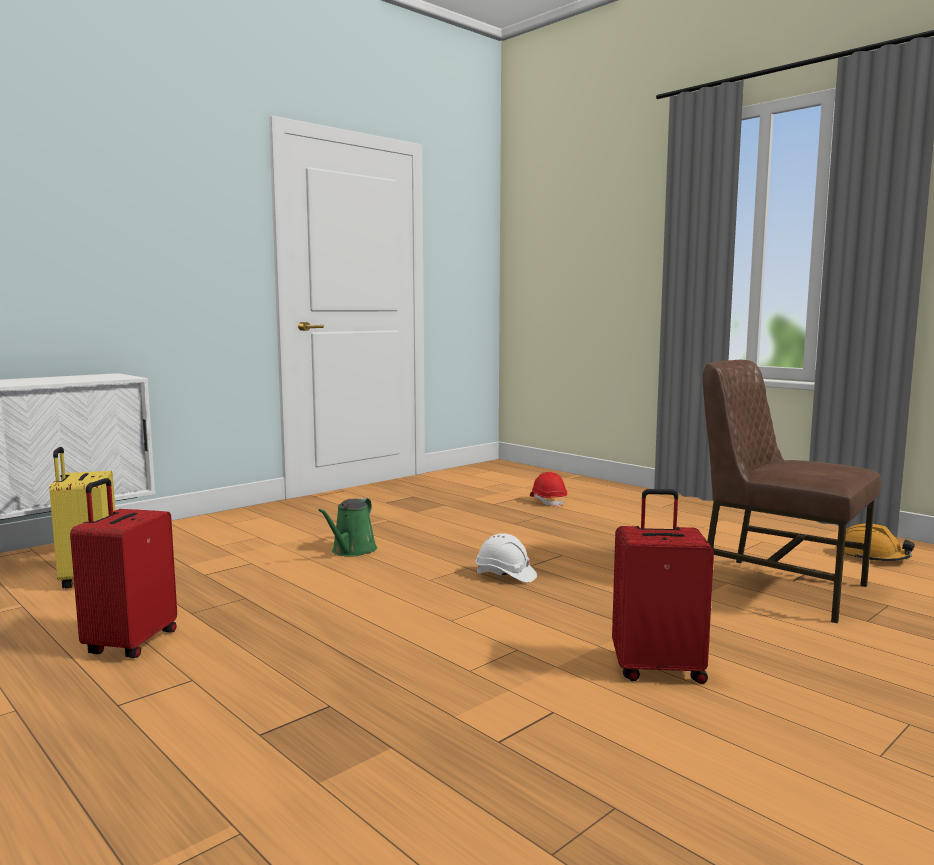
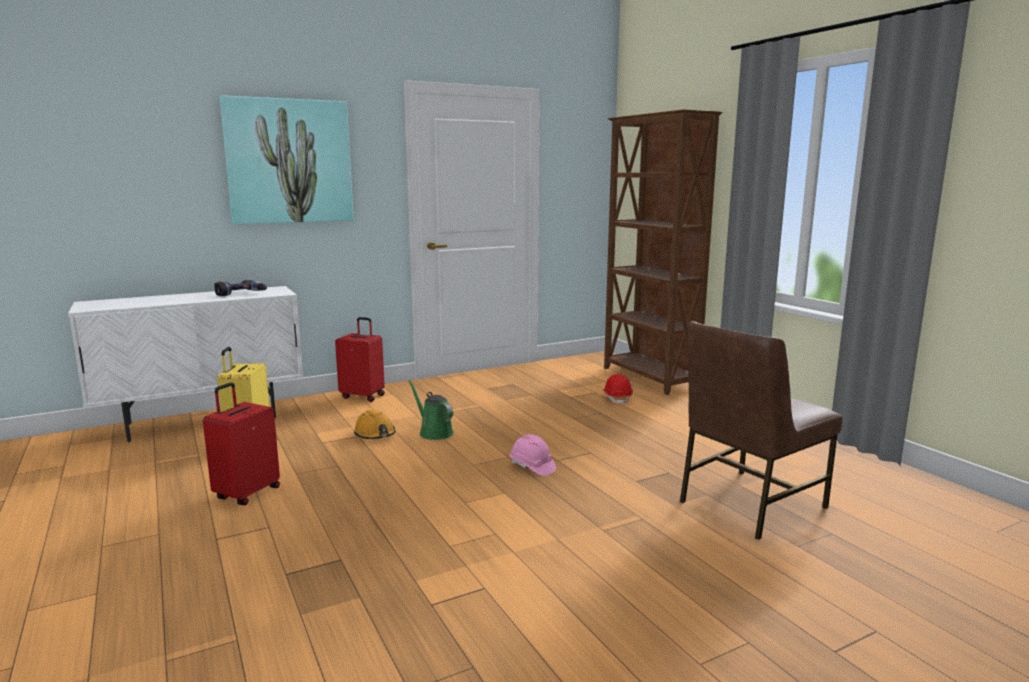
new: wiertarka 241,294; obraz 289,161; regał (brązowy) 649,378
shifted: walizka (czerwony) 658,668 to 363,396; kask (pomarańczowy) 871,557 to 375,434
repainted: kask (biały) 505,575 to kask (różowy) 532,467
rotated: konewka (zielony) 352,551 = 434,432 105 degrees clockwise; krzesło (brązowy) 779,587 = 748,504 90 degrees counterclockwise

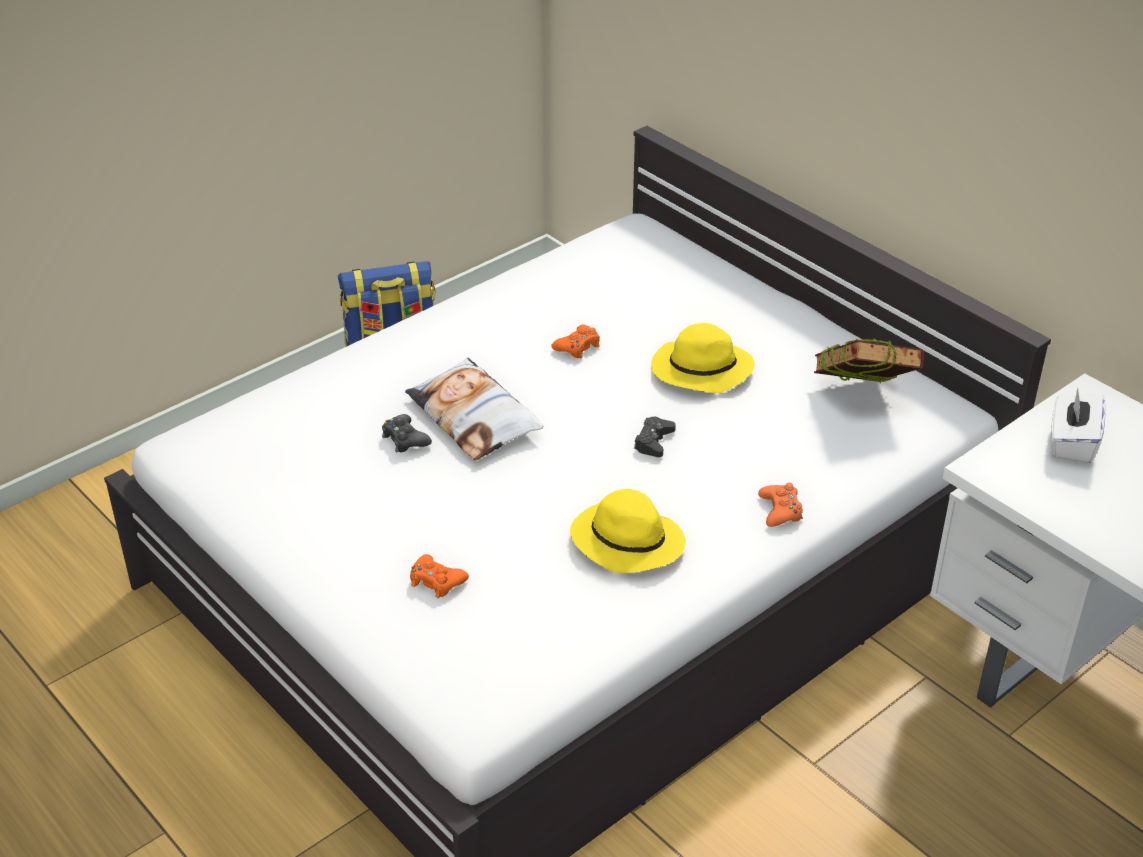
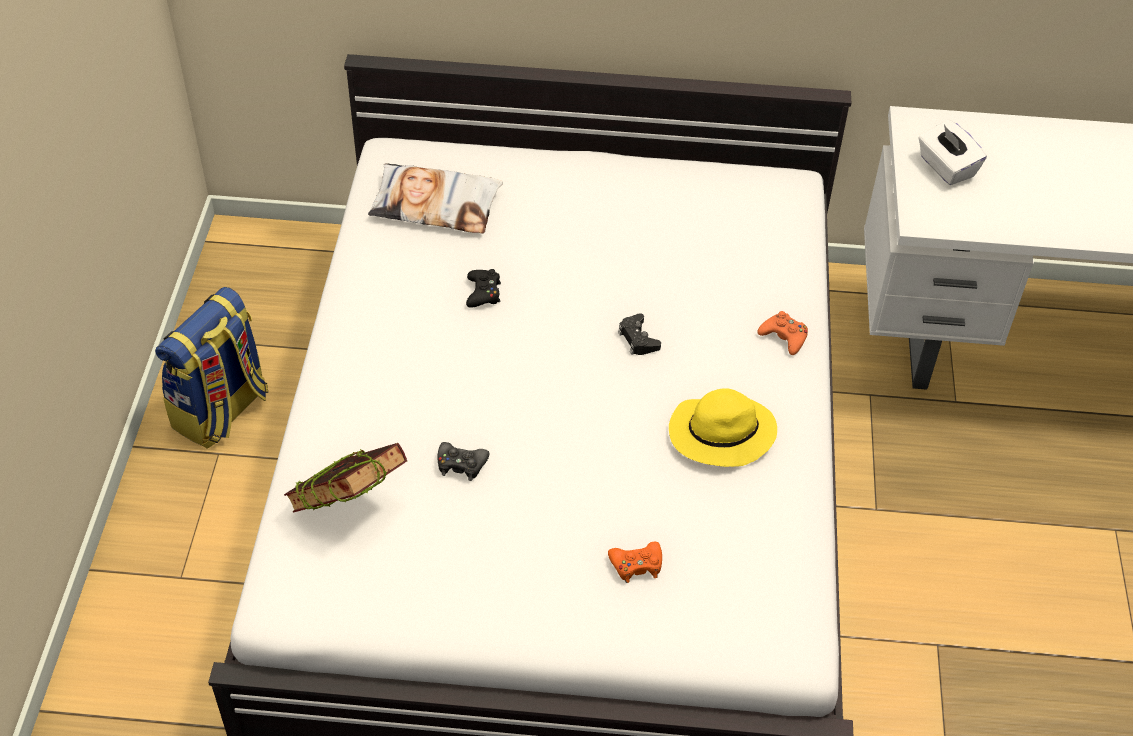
gone: kapelusz (żółty) 700,371
shifted: poduszka 474,417 to 436,205; książka 861,399 to 350,508
repainted: pad do gier (pomarańczowy) 578,347 to pad do gier (czarny) 483,293

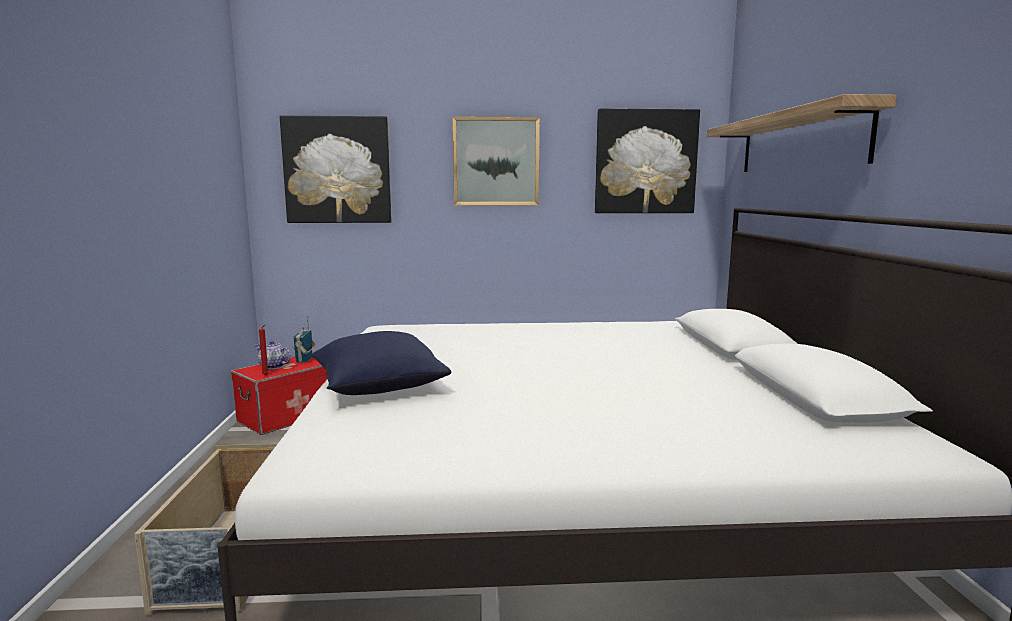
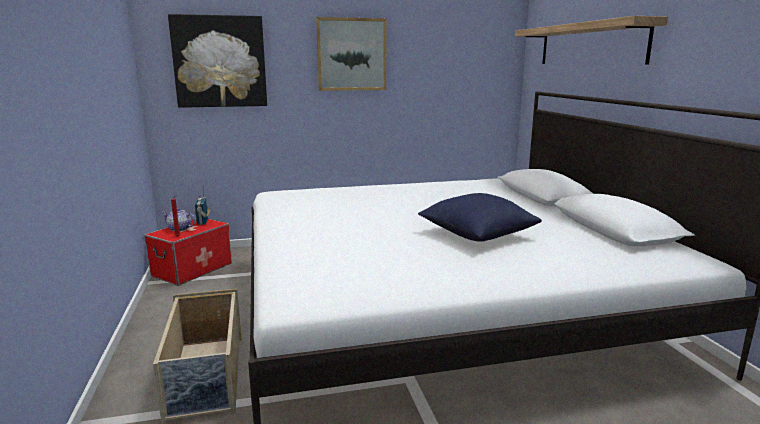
gone: obraz 645,162
shifted: poduszka (niebieski) 379,387 to 477,235

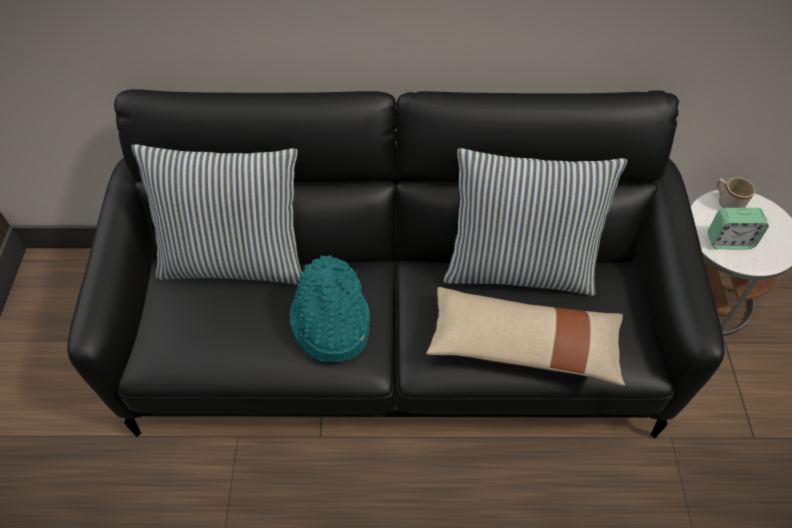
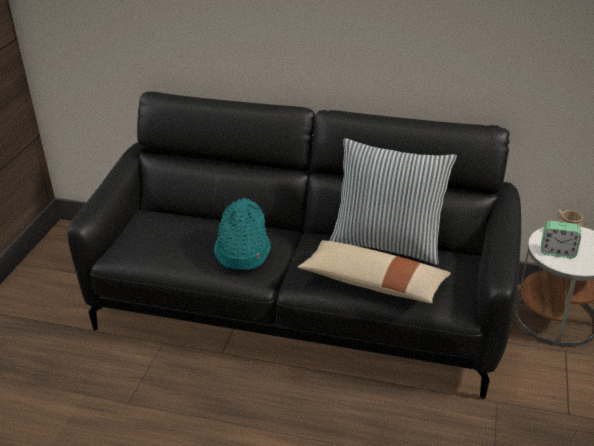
gone: poduszka 236,261

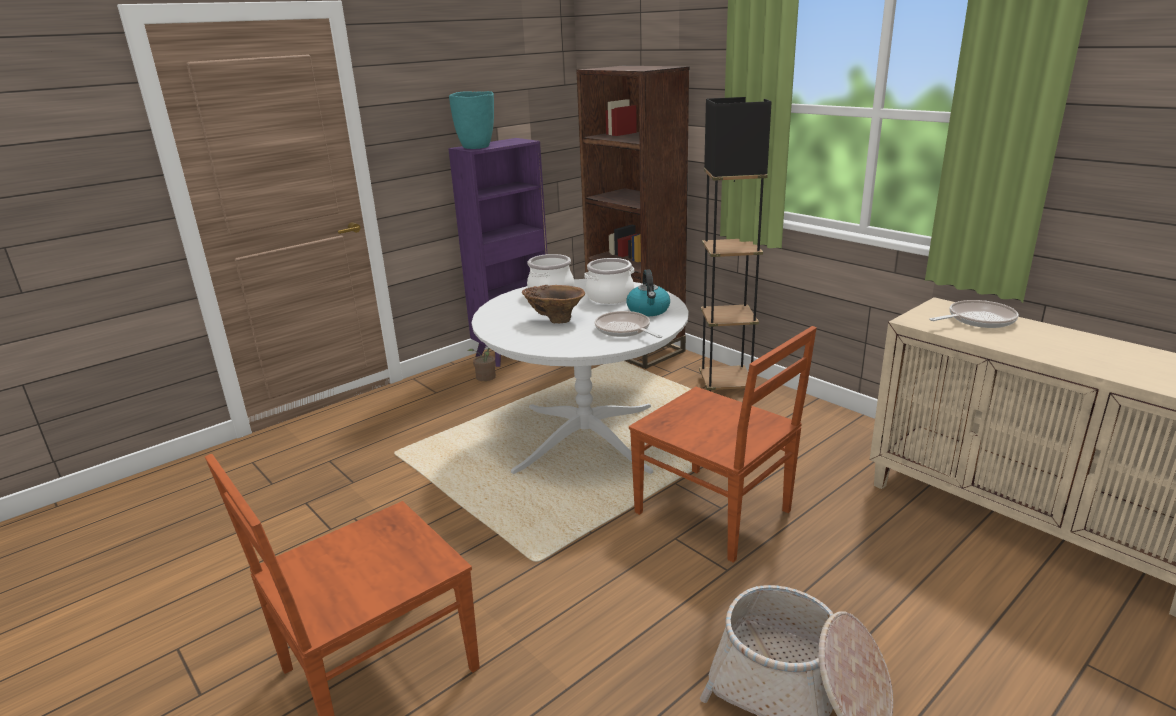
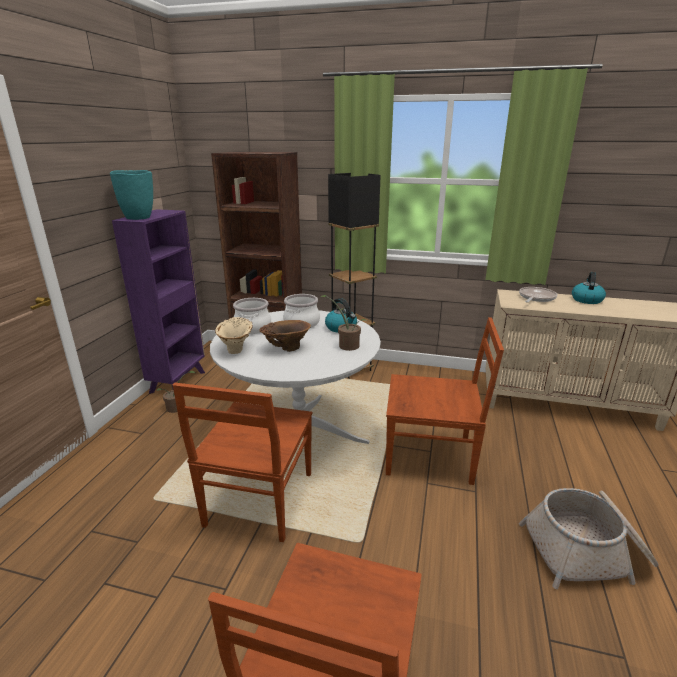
new: krzesło (brązowy) 258,501; wazon (beżowy) 237,348; czajnik 586,299
swapped: patelnia 624,330 to roślina doniczkowa 346,345

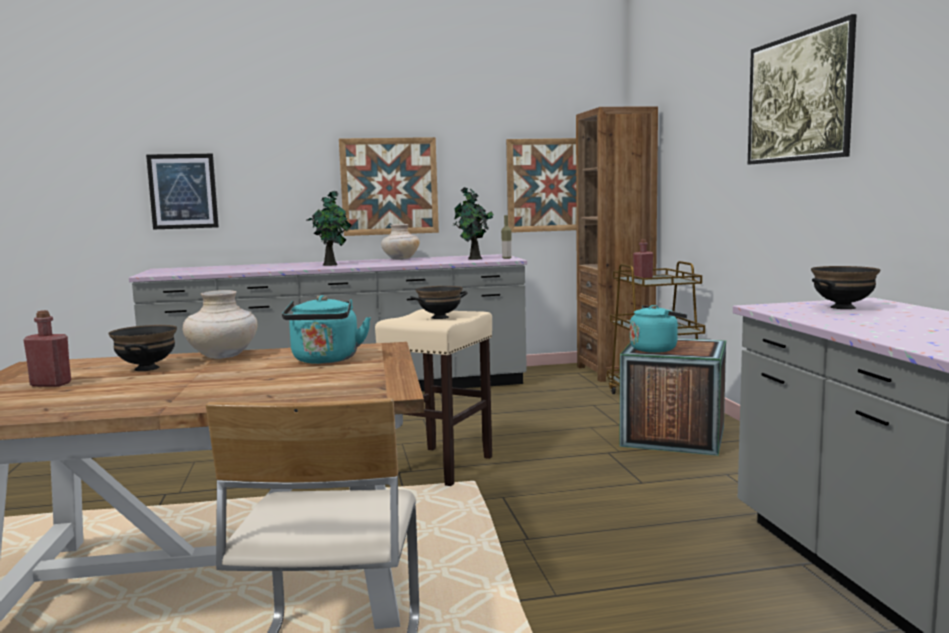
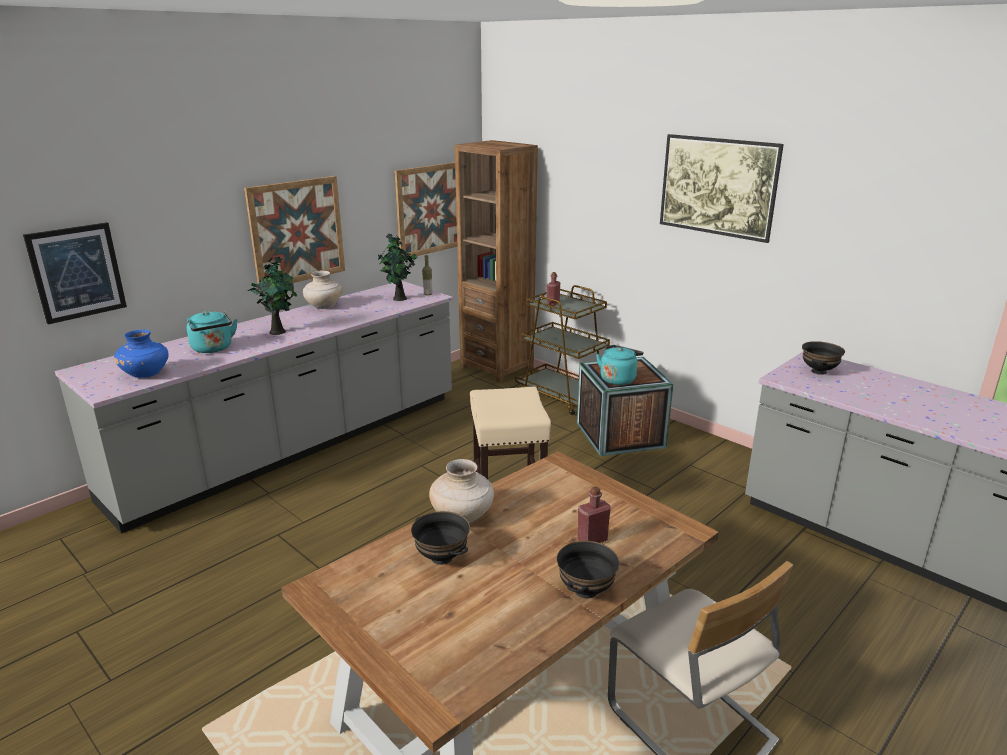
new: wazon (niebieski) 146,374
shifted: butelka (czerwony) 51,384 to 592,540; czajnik (turkusowy) 325,360 to 213,349; miska (czarny) 440,317 to 585,590

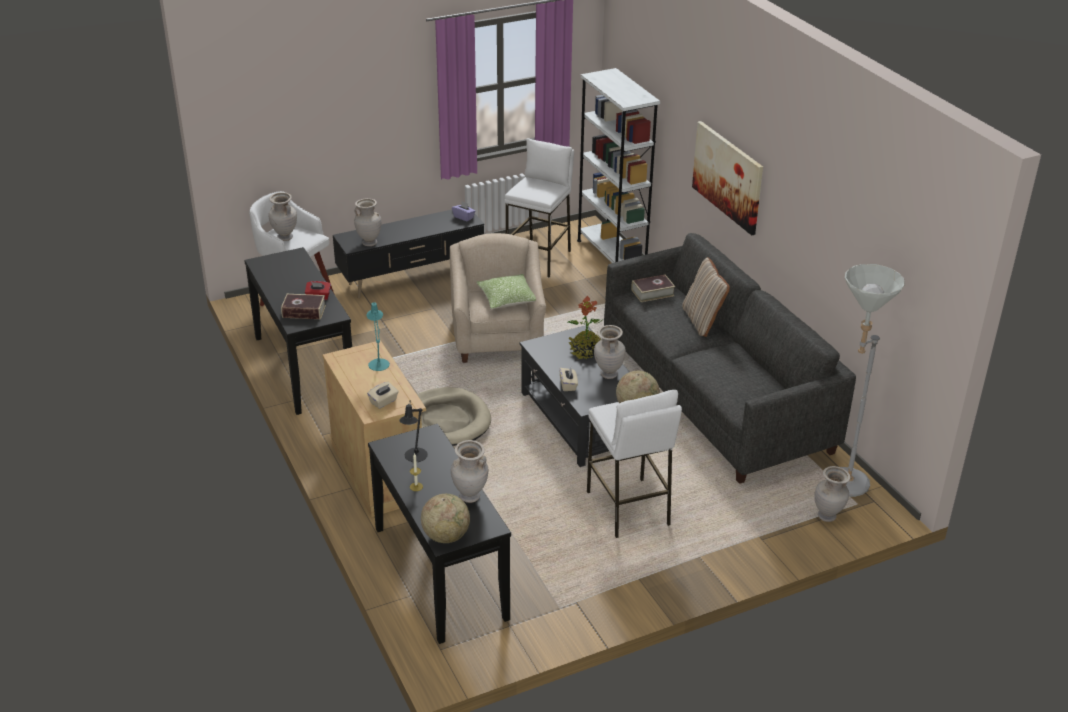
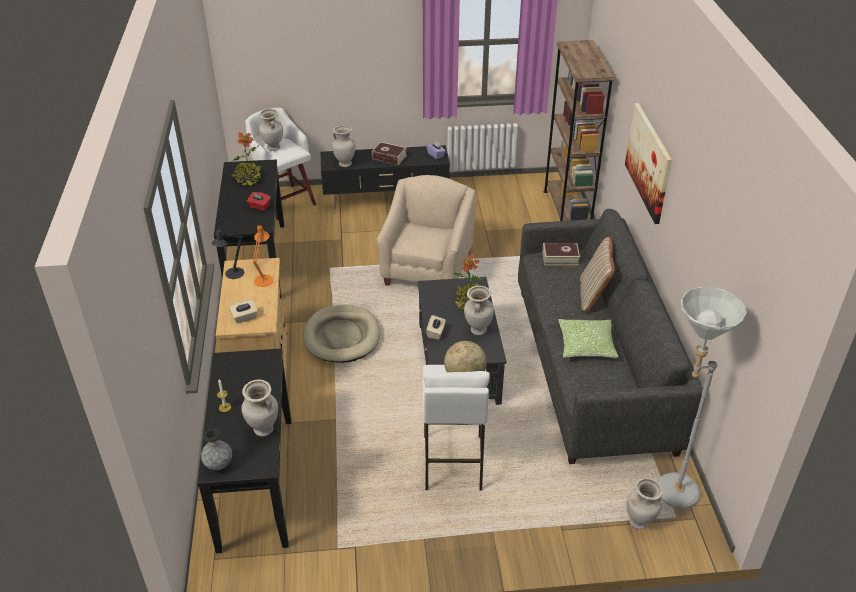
gone: stołek (biały) 539,259
new: roślina doniczkowa 248,179
shifted: książka 304,311 to 389,157; lampa stołowa (czarny) 414,457 to 232,274; poduszka 507,299 to 586,345
swapped: globus 446,536 to wazon (szary) 219,465
repainted: lampa stołowa (turkusowy) 378,363 to lampa stołowa (pomarańczowy) 264,278; regał (biały) 611,255 to regał (brązowy) 567,210

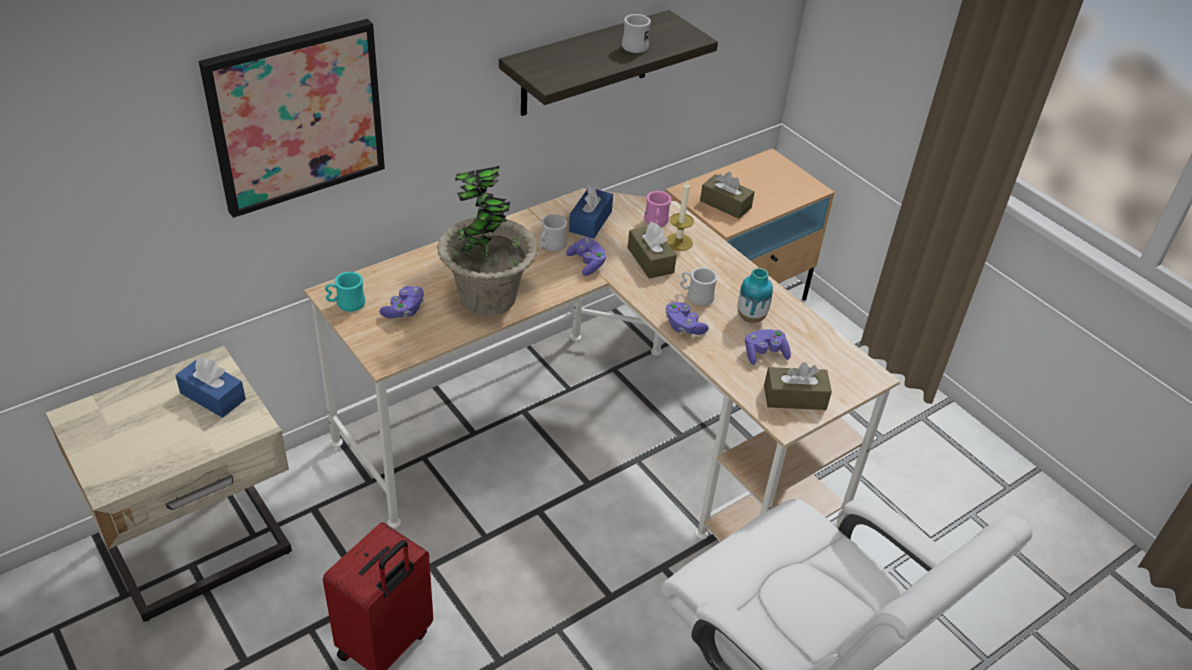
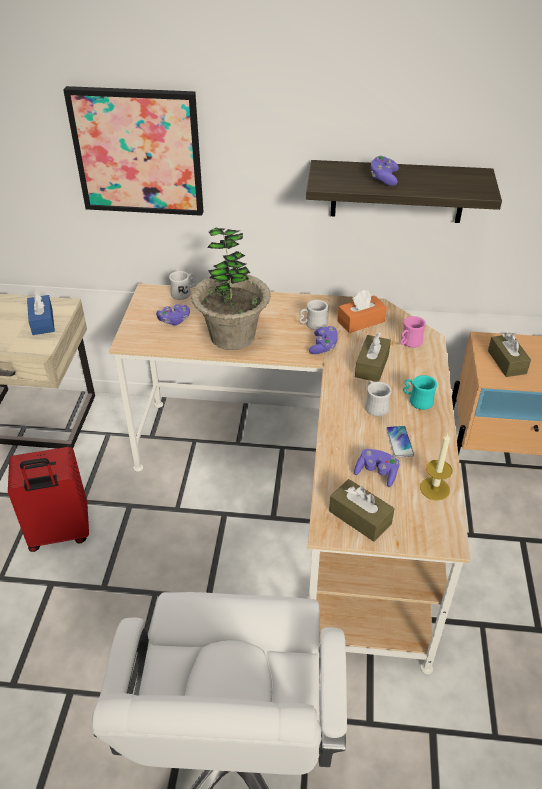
shifted: kubek (turkusowy) 346,304 to 417,401; kubek (biały) 635,45 to 183,293; pad do gier (fioletowy) 683,326 to 383,178; świeca 678,242 to 434,488
swapped: wazon 751,317 to telefon 399,442
repainted: pudełko chusteczek (niebieski) 590,221 to pudełko chusteczek (pomarańczowy) 361,321

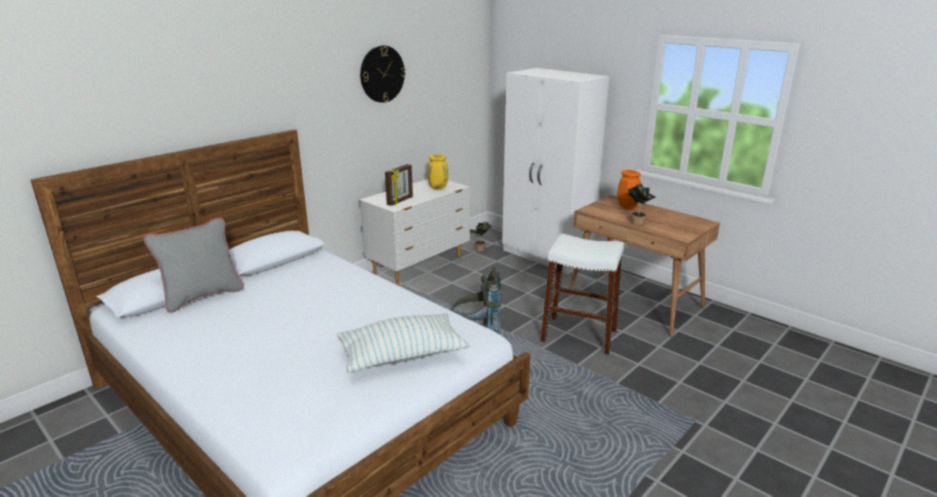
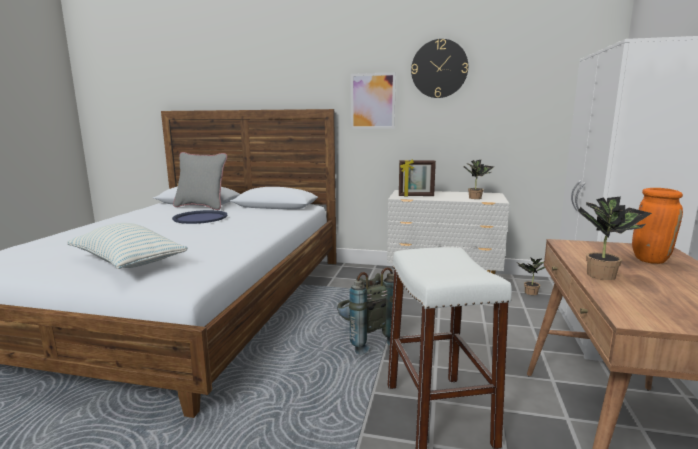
new: taca (niebieski) 200,218; obraz 372,101
swapped: wazon (żółty) 438,188 to roślina doniczkowa 476,197

